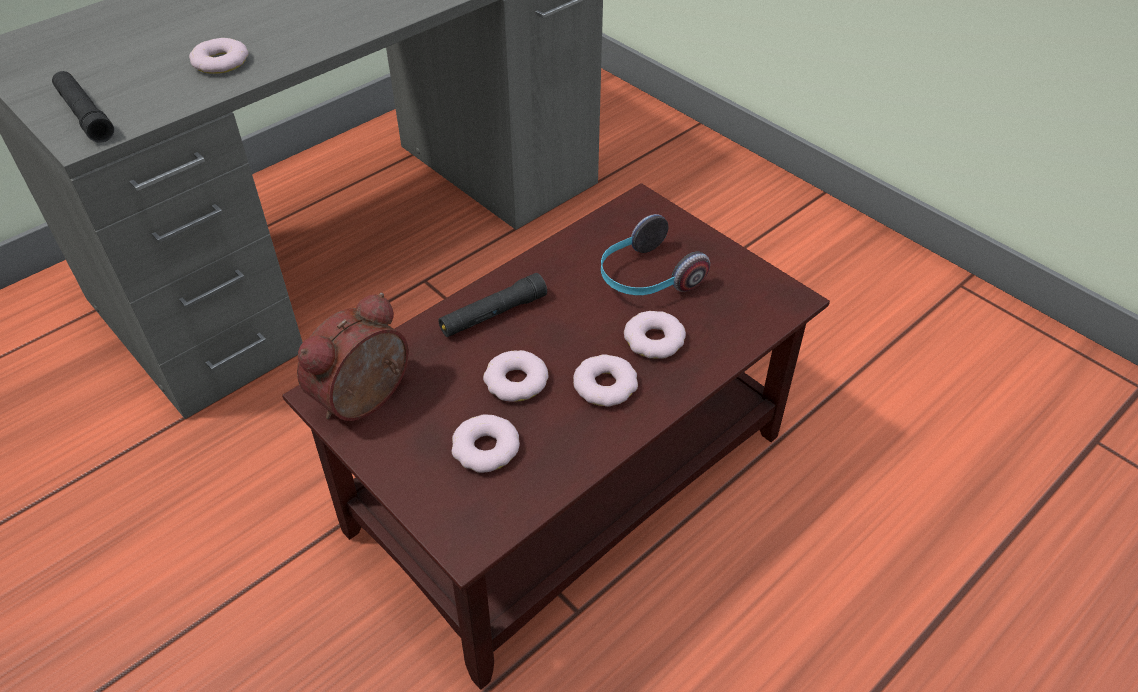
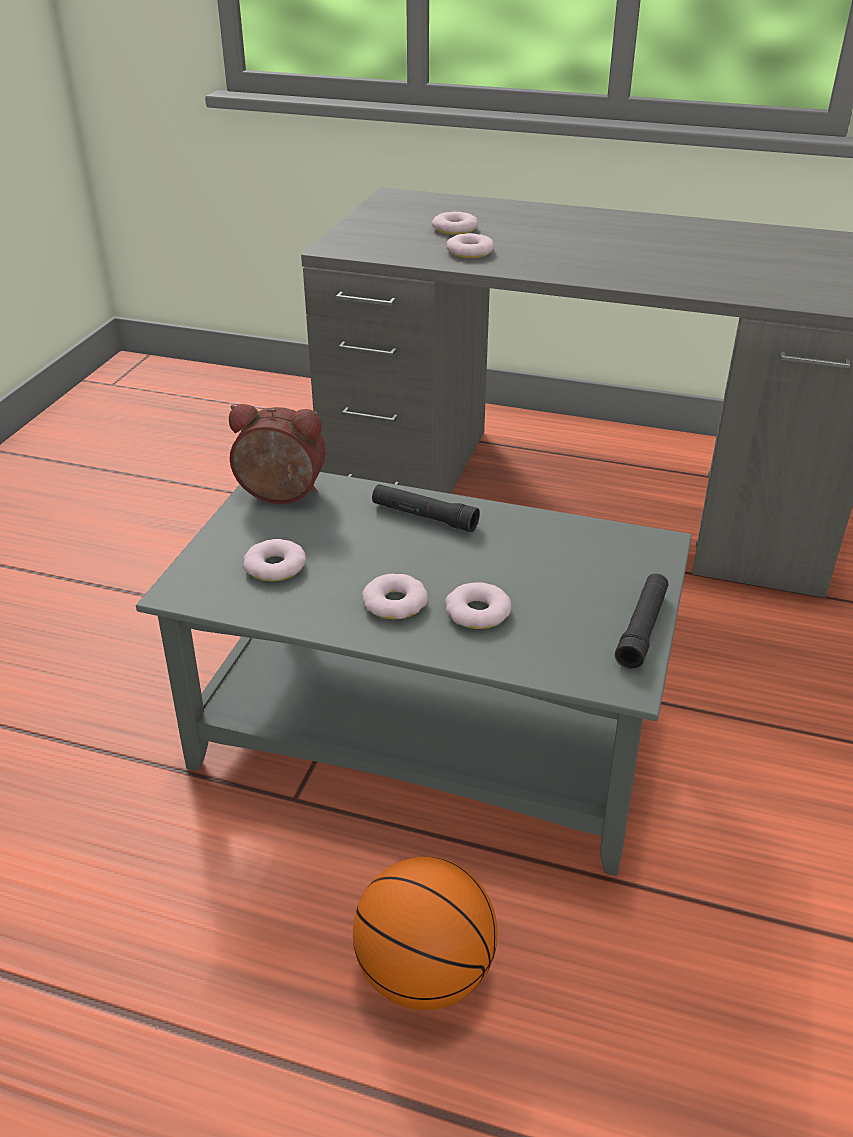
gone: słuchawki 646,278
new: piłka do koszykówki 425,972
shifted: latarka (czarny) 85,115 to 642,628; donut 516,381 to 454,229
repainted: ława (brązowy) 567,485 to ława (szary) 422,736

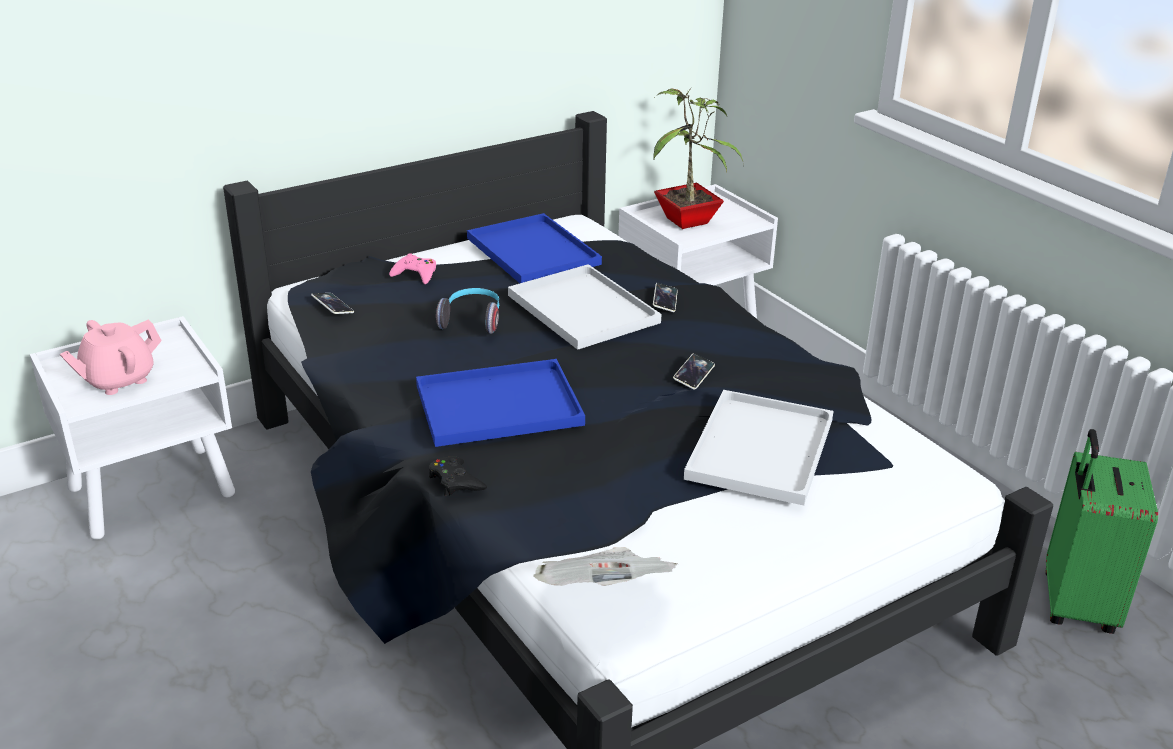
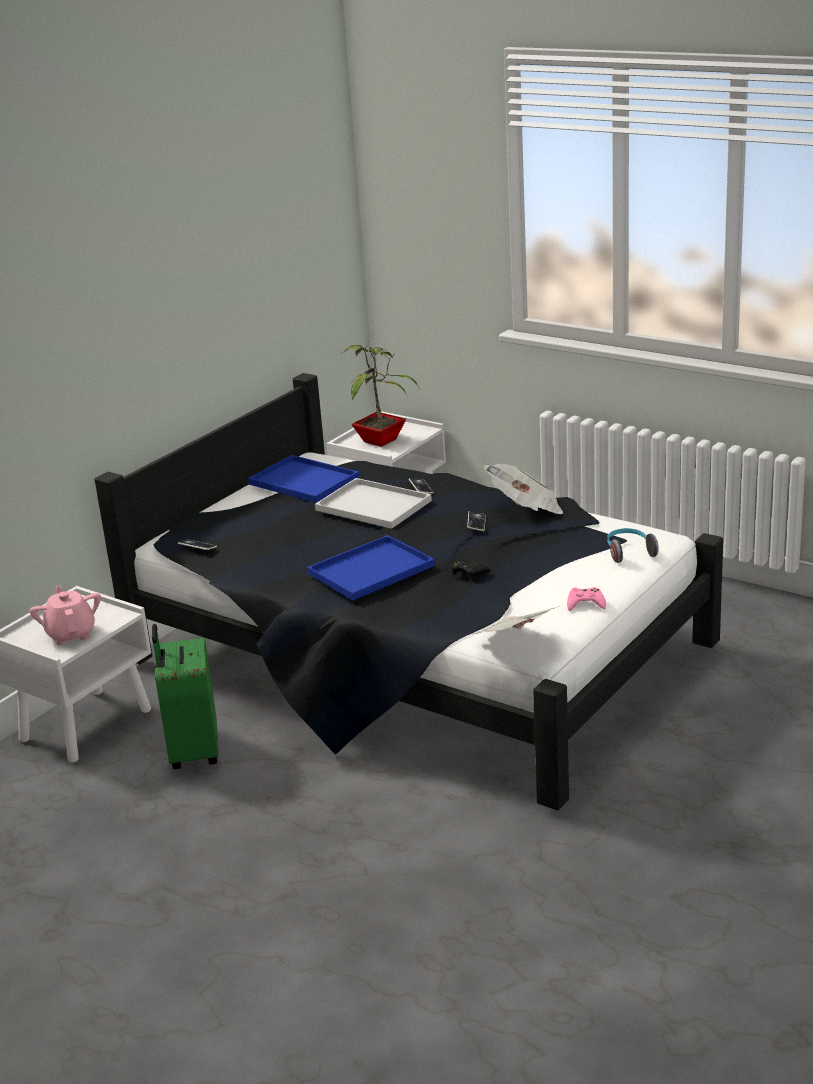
gone: taca (biały) 759,446
new: gazeta 526,508
shifted: pad do gier (różowy) 415,274 to 585,603; pad do gier (czarny) 455,481 to 469,573; słuchawki 472,320 to 629,552; walizka (zielony) 1075,604 to 192,752
rotated: imbryk (różowy) 118,380 = 71,634 135 degrees clockwise

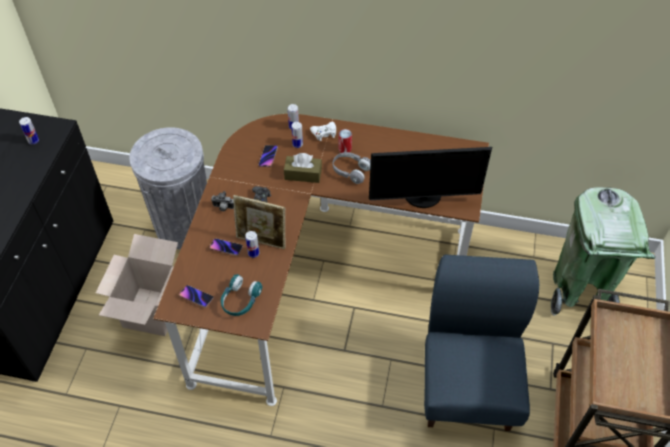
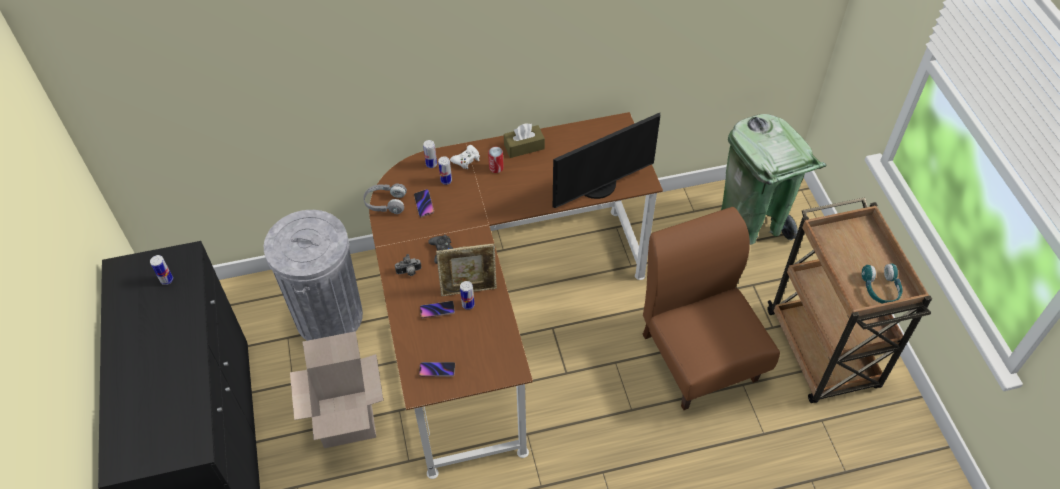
shifted: słuchawki (turkusowy) 240,300 to 880,289; pudełko chusteczek (brązowy) 303,174 to 524,147; słuchawki (szary) 351,171 to 385,203
repainted: krzesło (niebieski) 468,385 to krzesło (brązowy) 699,356

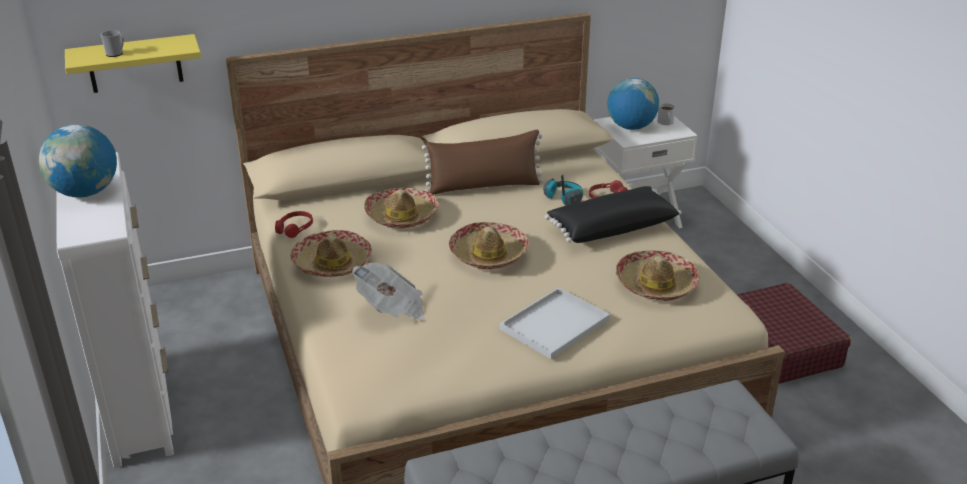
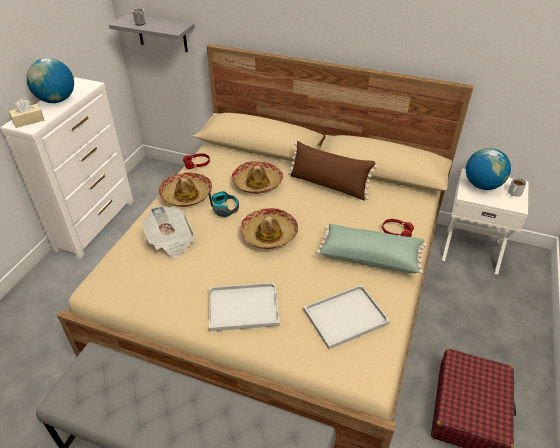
new: pudełko chusteczek (beżowy) 28,121
shifted: słuchawki 563,198 to 224,208
swapped: kapelusz 656,284 to taca (biały) 344,318
repainted: półka (żółty) 135,64 to półka (szary) 162,33; poduszka (czarny) 611,227 to poduszka (zielony) 370,256

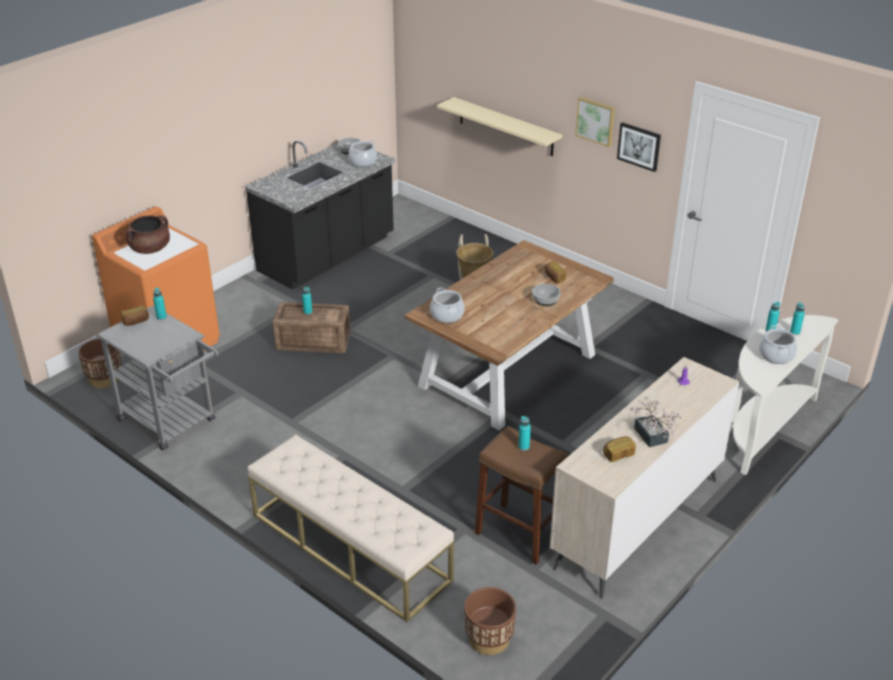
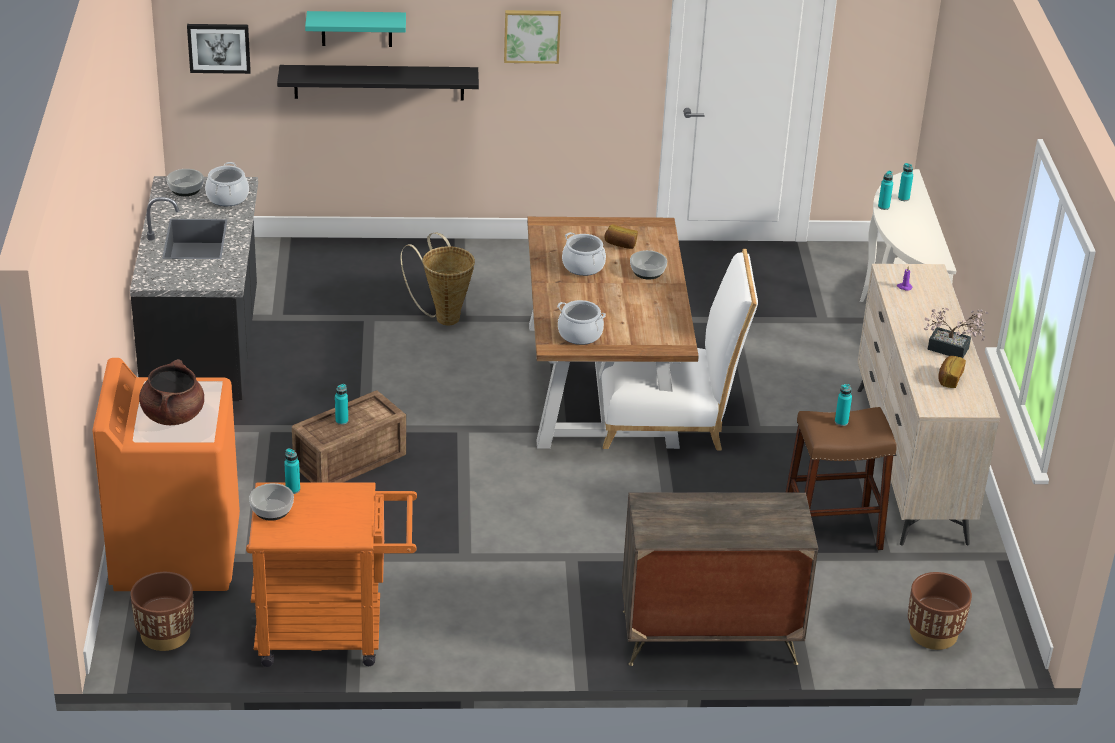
new: półka (turkusowy) 356,28; krzesło (biały) 669,419
shifted: obraz 639,146 to 219,47; garnek 776,355 to 583,266
swapped: chleb 136,322 to miska 272,510; ławka (beżowy) 349,547 to komoda 707,636
repainted: wózek (szary) 172,423 to wózek (pomarańczowy) 333,633; półka (beżowy) 506,127 to półka (czarny) 379,82

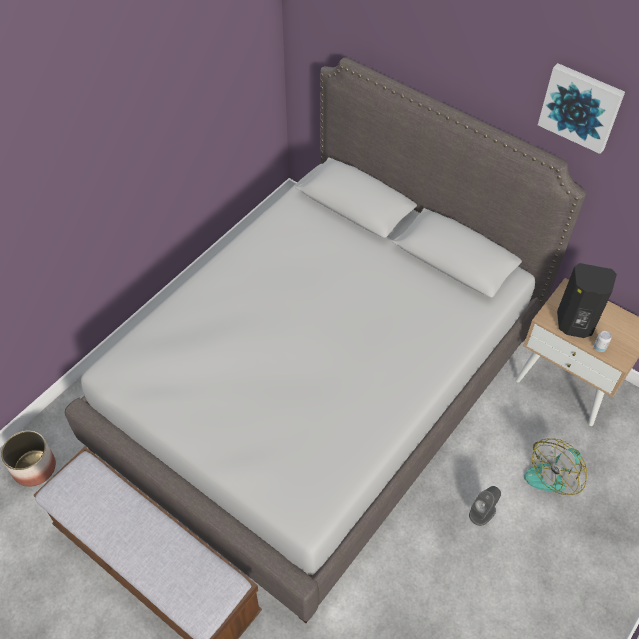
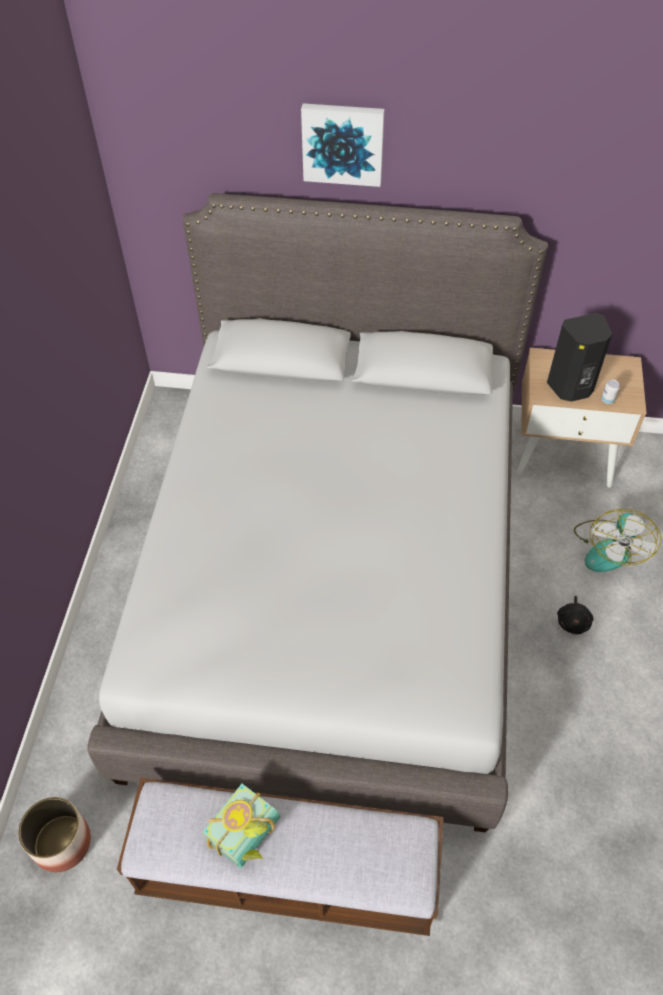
new: książka 249,836
shifted: obraz 581,107 to 343,143
swapped: głośnik (szary) 482,512 to pluszak (czarny) 573,621

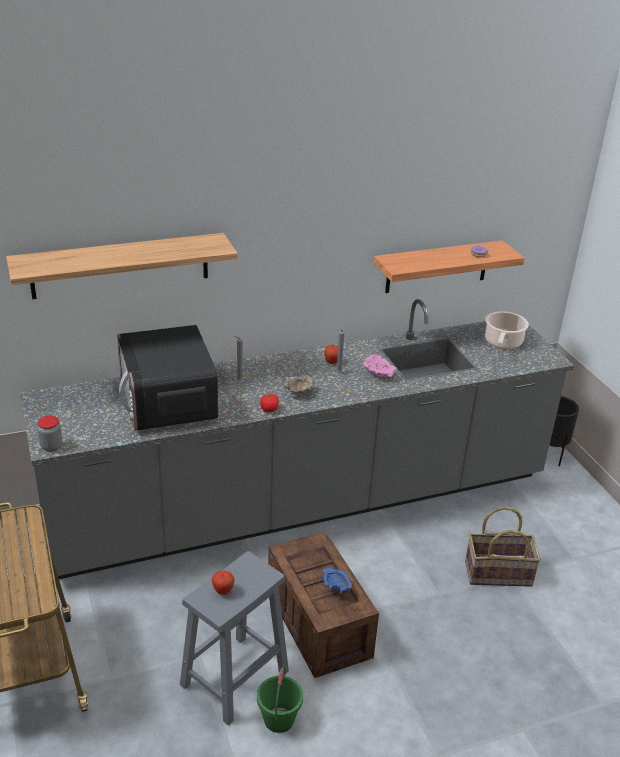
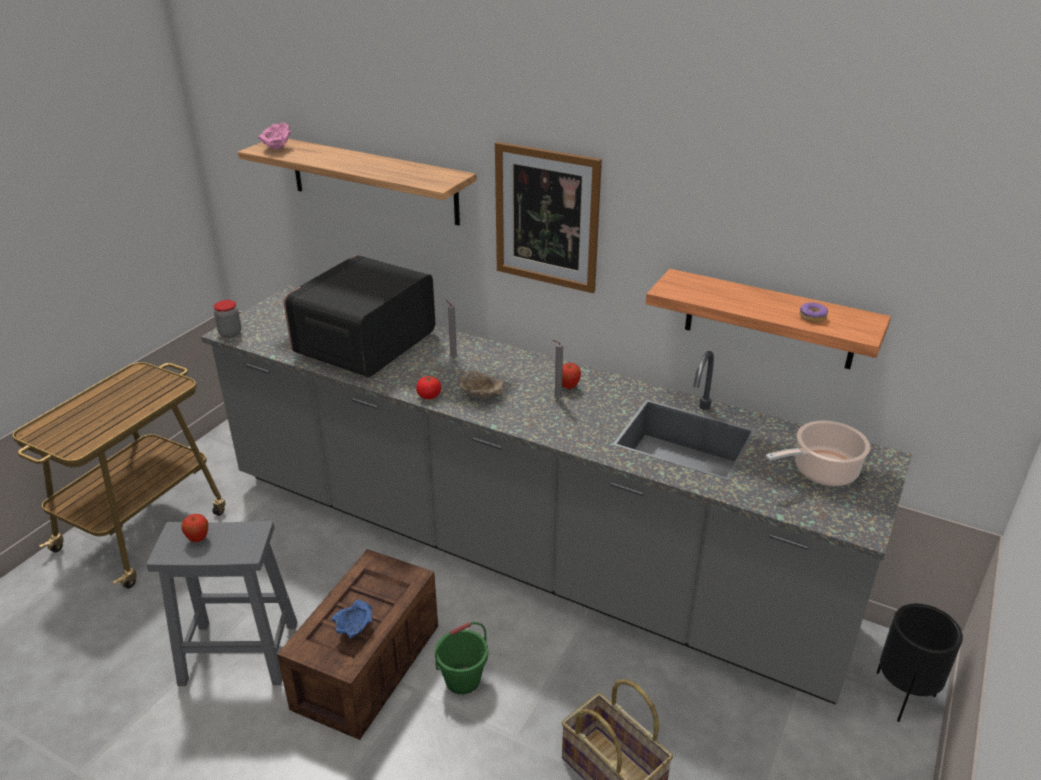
new: obraz 547,217
shifted: wiadro (zielony) 278,719 to 462,679; miska (różowy) 378,376 to 276,149

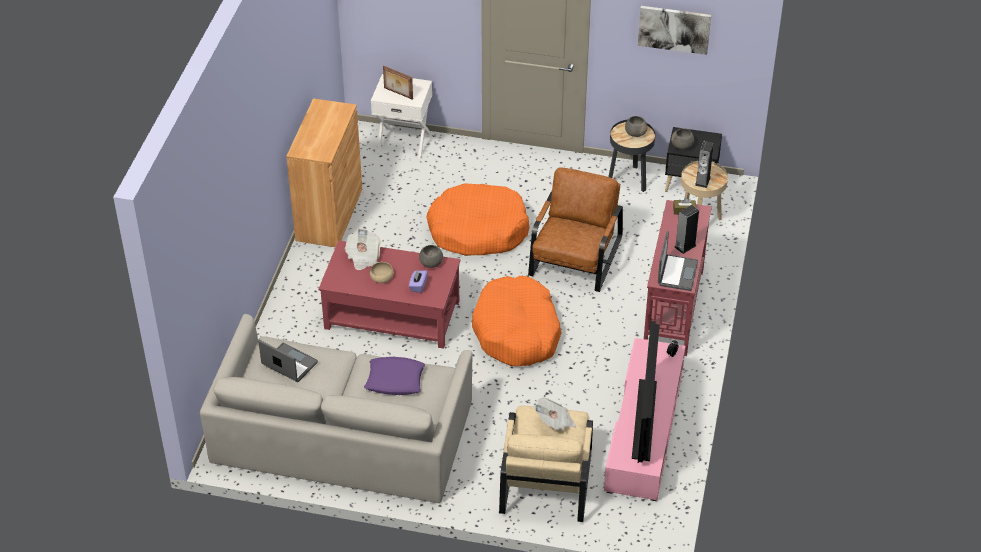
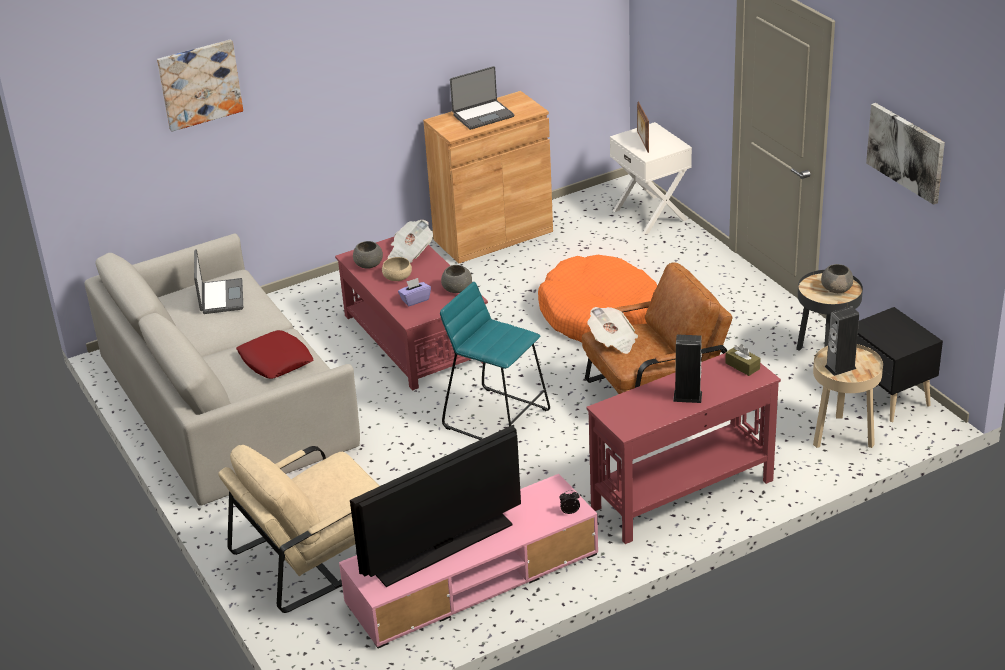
new: obraz 199,84
shifted: gazeta 554,422 to 613,341; laptop 676,273 to 482,115; miska (szary) 682,146 to 368,265
swapped: legowisko (pomarańczowy) 517,332 to stołek (turkusowy) 497,418
repainted: poduszka (fioletowy) 394,380 to poduszka (czerwony) 275,361

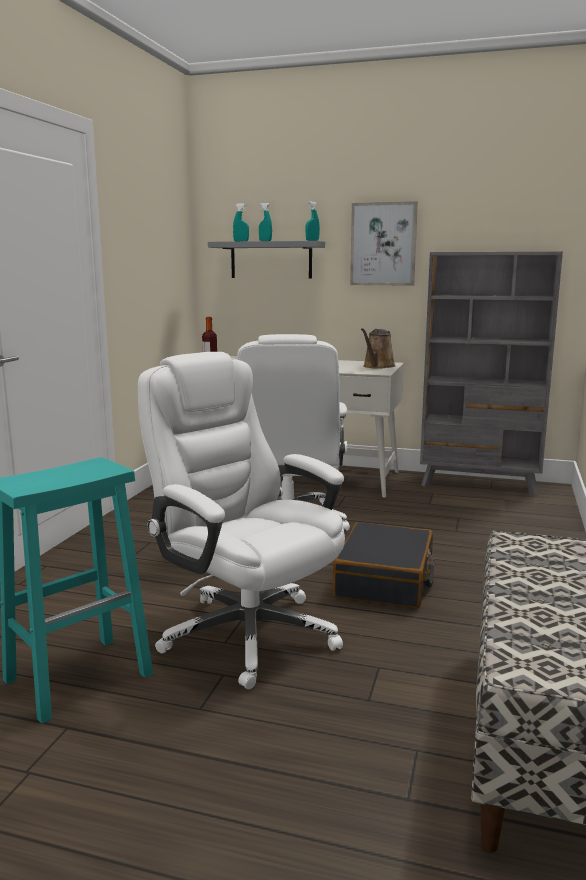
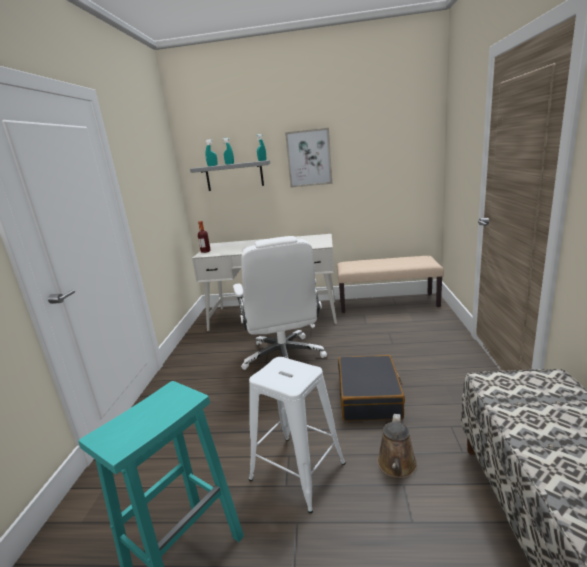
shifted: konewka (brązowy) 377,366 to 397,466
swapped: krzesło biurowe (biały) 246,633 to stołek (biały) 297,471; regał (szary) 479,484 to ławka (beżowy) 388,303

